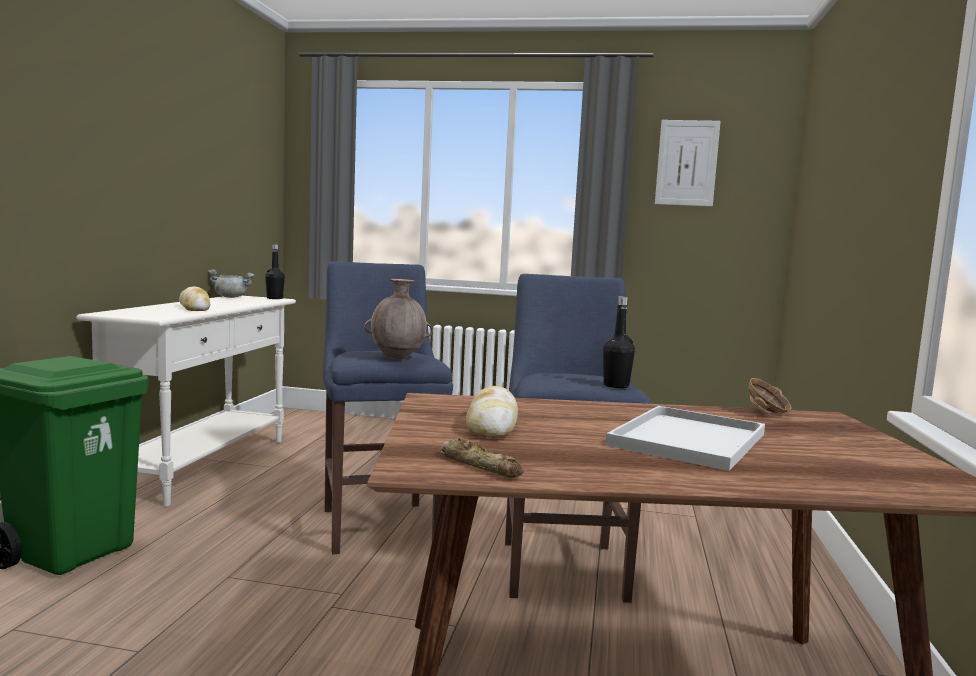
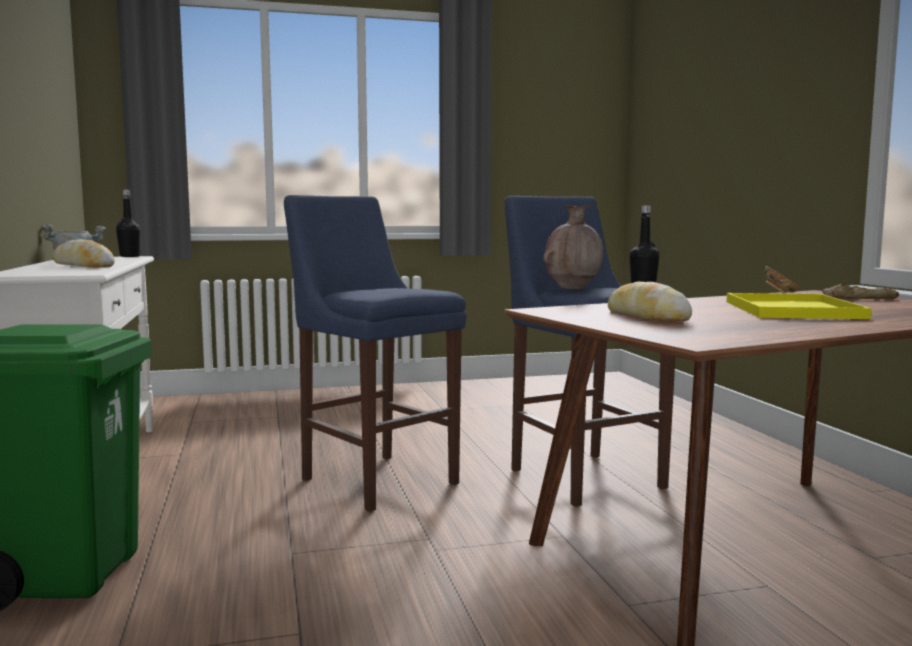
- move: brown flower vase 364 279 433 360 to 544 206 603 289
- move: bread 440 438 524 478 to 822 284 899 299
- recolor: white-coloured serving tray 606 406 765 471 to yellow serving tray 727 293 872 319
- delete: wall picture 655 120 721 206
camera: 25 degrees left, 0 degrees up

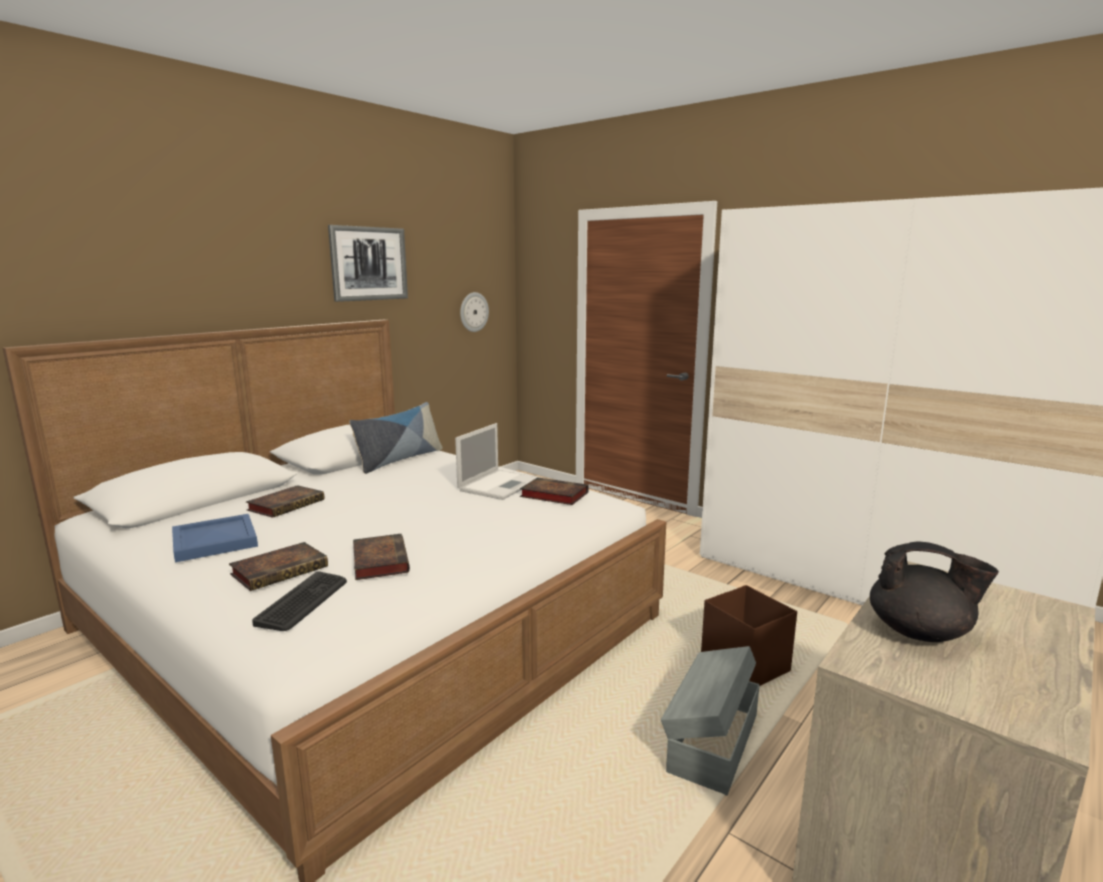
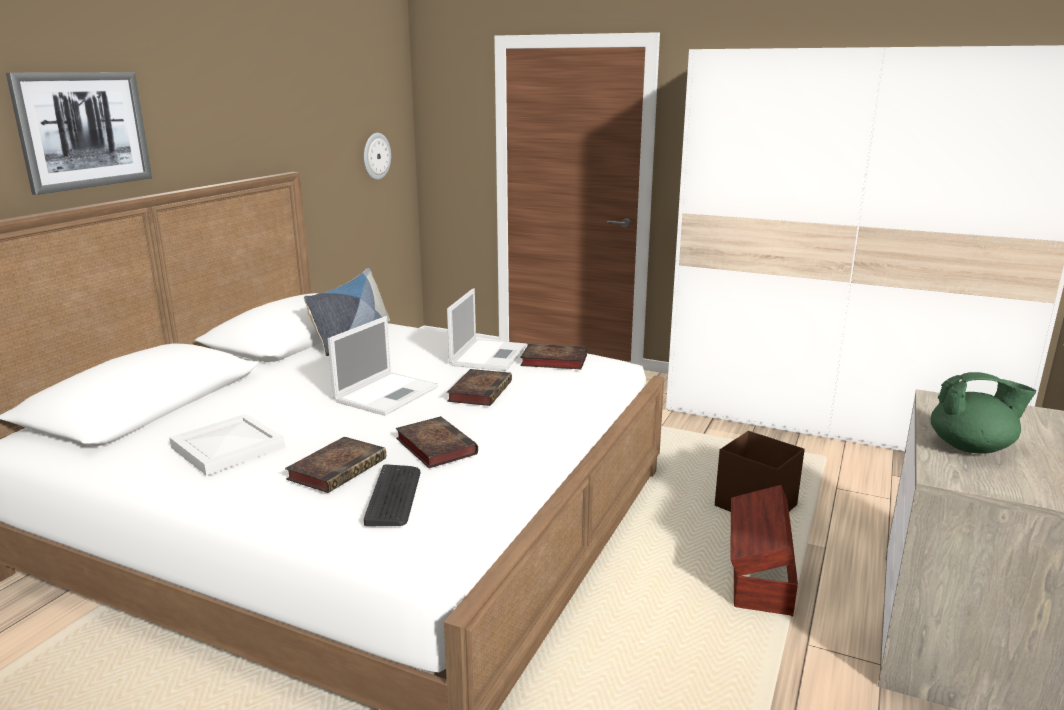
- recolor: blue serving tray 172 514 258 562 to white-coloured serving tray 169 414 285 475
- move: volume 246 485 324 518 to 447 369 512 406
- move: wall picture 328 225 408 302 to 6 72 152 195
- recolor: gray storage container 661 646 760 796 to brown storage container 731 485 798 616
- recolor: black-coloured teapot 870 541 999 642 to green teapot 931 372 1036 454
- insert: notebook computer 328 316 438 416
camera: 15 degrees left, 5 degrees up

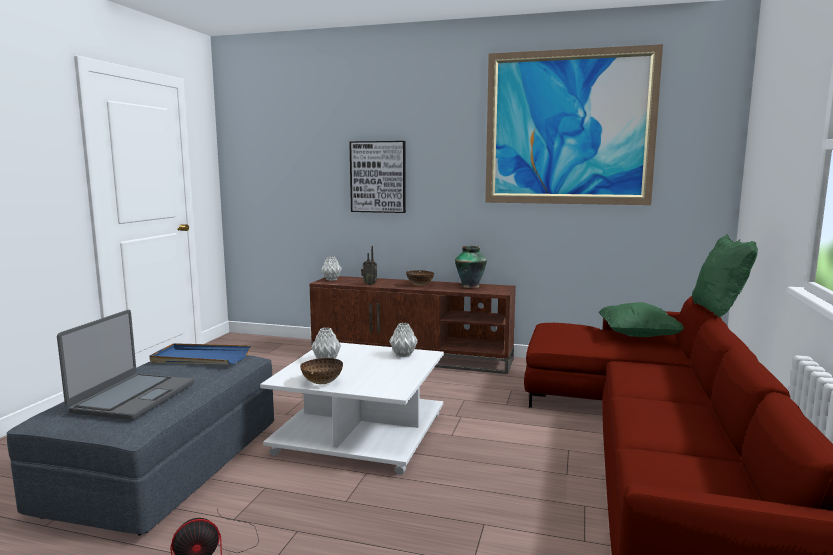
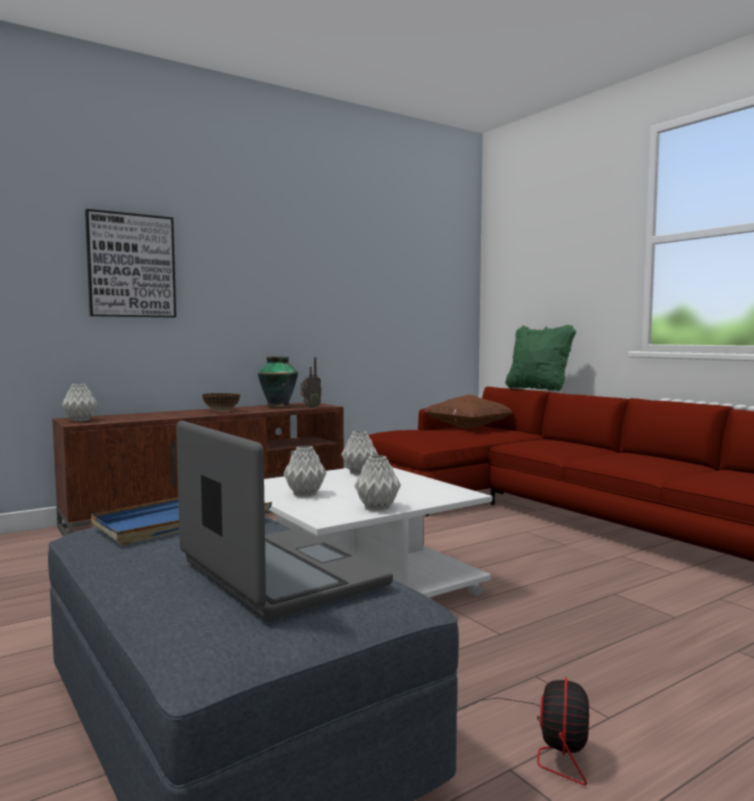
- replace: bowl 300 358 343 384 to gray flower vase 354 455 401 511
- move: radio receiver 361 246 377 285 to 301 357 322 408
- delete: wall picture 485 44 663 205
- recolor: green cushion 598 302 684 337 to brown cushion 424 395 512 429
camera: 50 degrees left, 5 degrees down

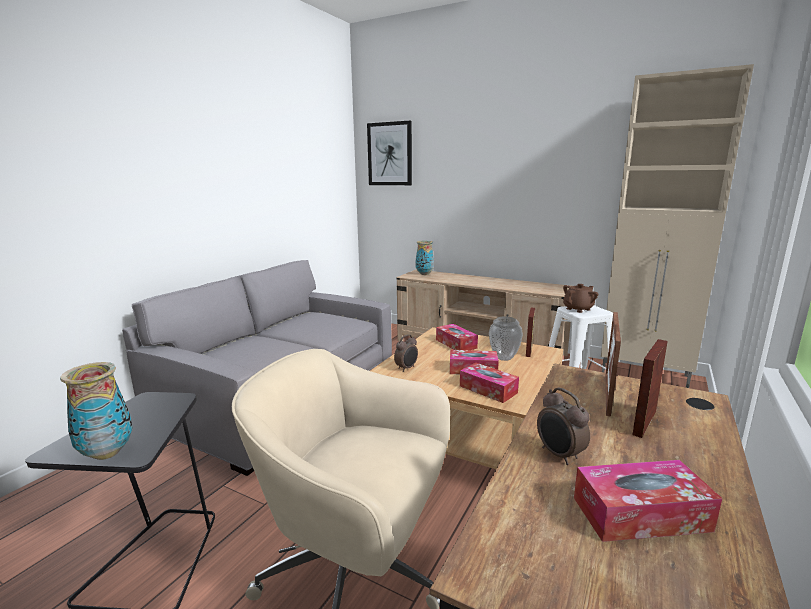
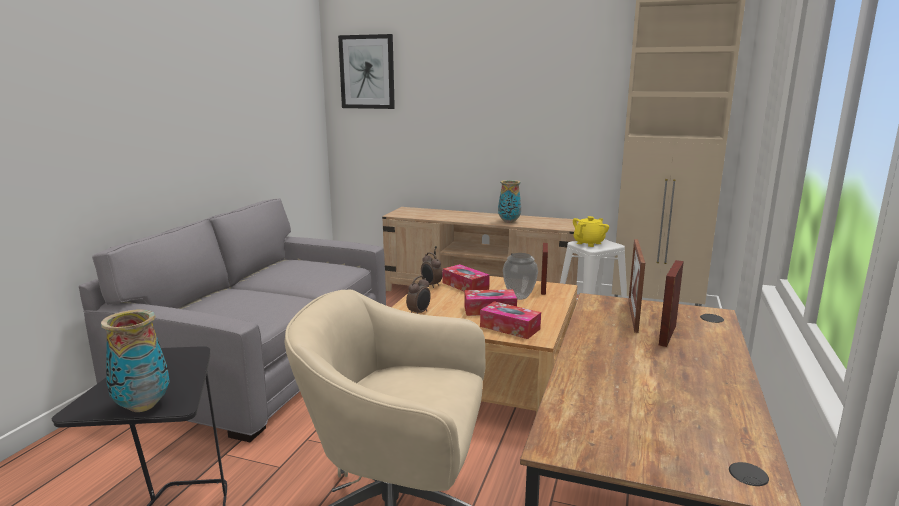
- move: flower vase 415 241 434 275 to 498 180 521 223
- move: table clock 537 387 590 465 to 421 252 443 288
- recolor: brown teapot 563 284 598 313 to yellow teapot 573 216 609 247
- delete: box of tissues 574 460 722 542
camera: 10 degrees left, 0 degrees up

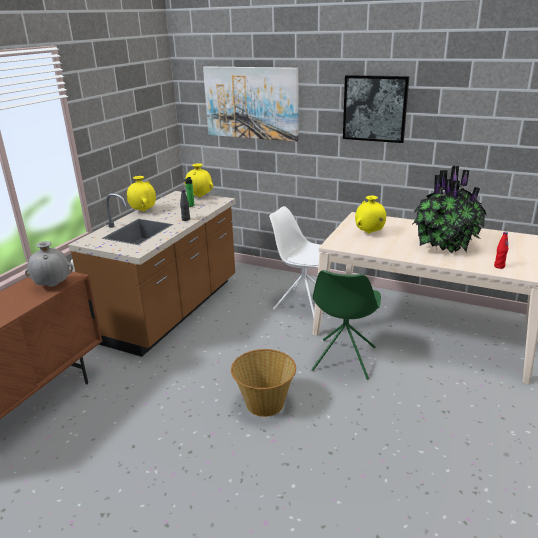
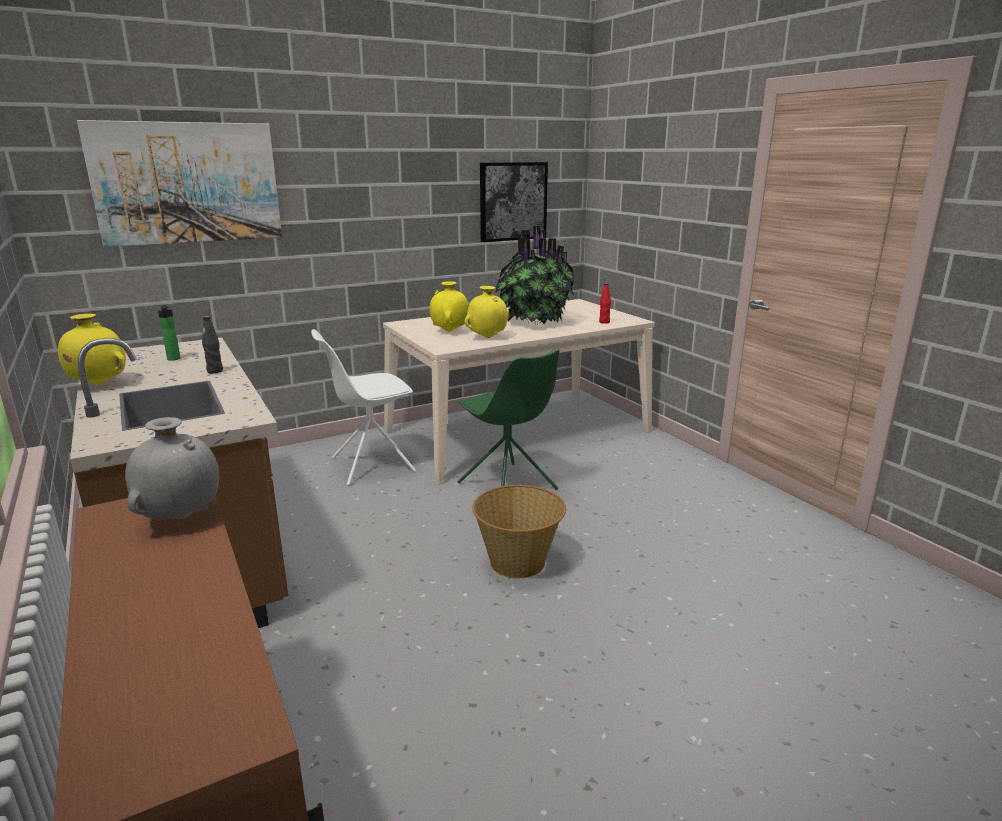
- move: yellow flower vase 185 163 213 197 to 464 286 510 338
- move: wall picture 343 75 409 143 to 480 162 548 242
camera: 55 degrees left, 5 degrees down

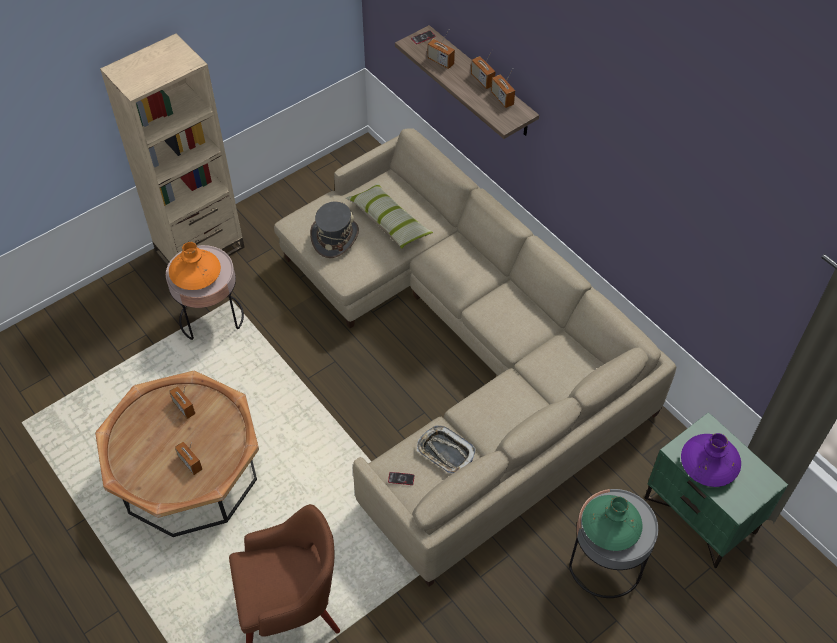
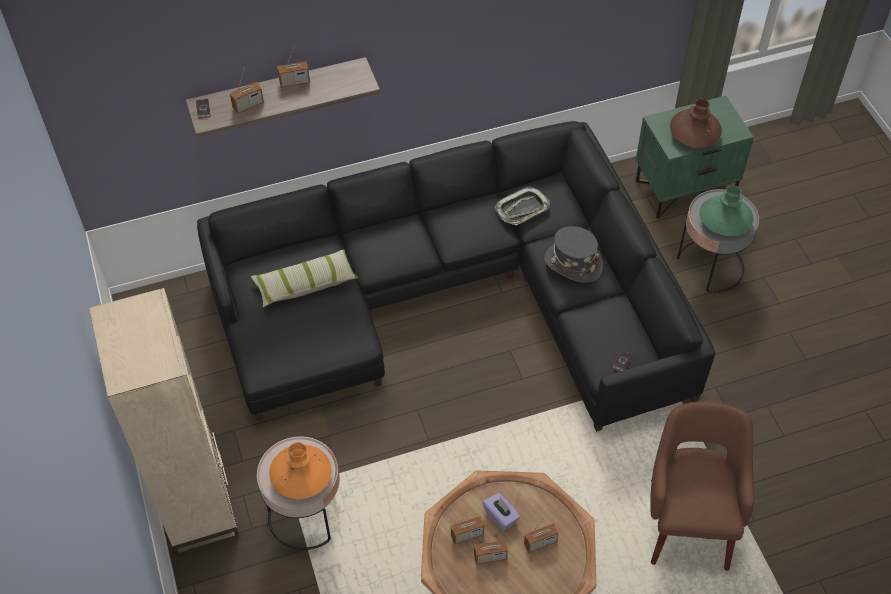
- recolor: sand-coloured settee 274 128 676 587 to black-coloured settee 197 121 715 432
- move: gray hat 310 201 359 258 to 544 226 603 283
- move: serving tray 417 426 476 474 to 495 187 550 225
- move: radio receiver 491 69 515 108 to 474 530 508 564
- recolor: purple flower vase 681 433 741 487 to brown flower vase 670 99 722 148
- insert: purple box of tissues 483 493 520 531
camera: 70 degrees left, 0 degrees up

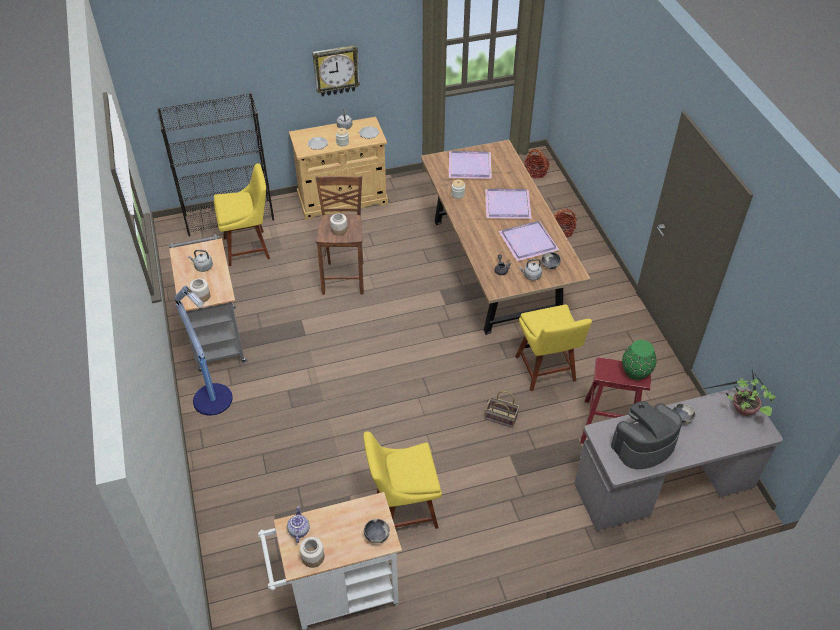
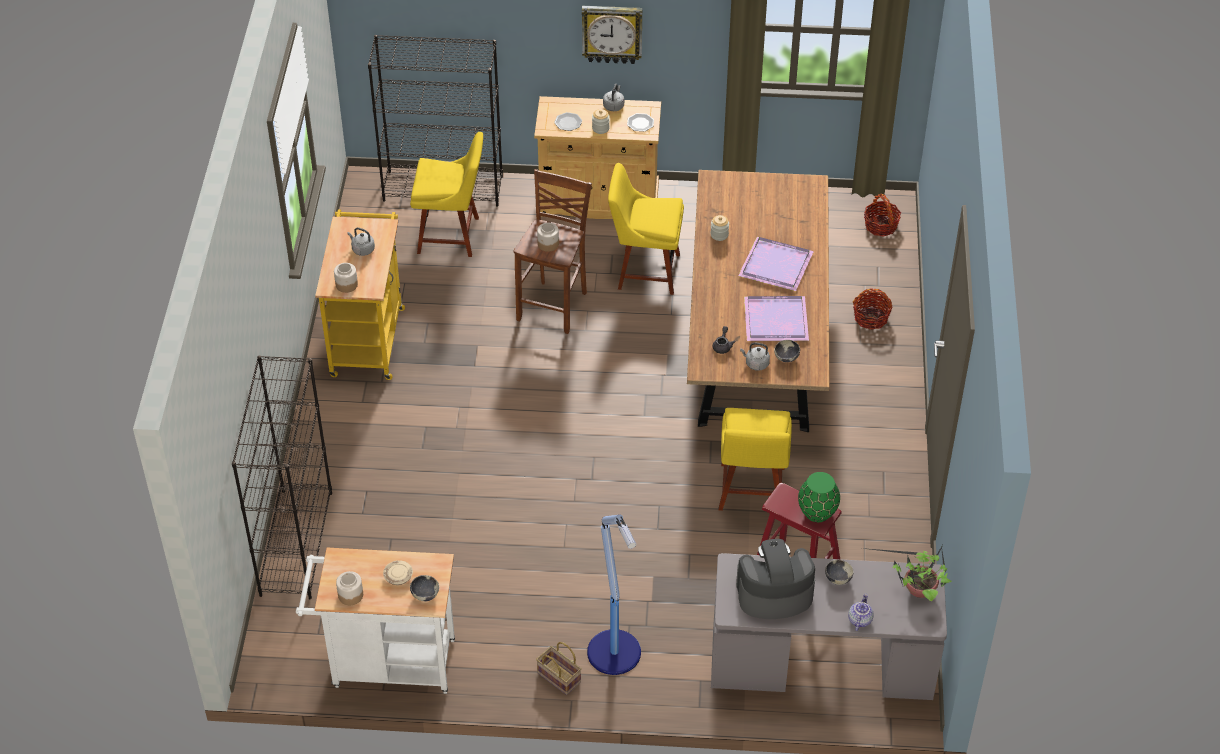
- recolor: gray wheeled cart 169 234 248 372 to yellow wheeled cart 315 210 405 380
- move: standard lamp 175 286 233 415 to 587 515 641 675
- move: teapot 287 506 310 543 to 848 593 873 631
- move: yellow chair 363 431 442 529 to 608 163 684 295
- delete: purple serving tray 449 151 492 179
- move: basket 485 391 520 428 to 536 642 582 695
- insert: black-coloured bookshelf 232 355 332 599
- insert: sand-coloured plate 383 560 413 585
camera: 20 degrees right, 0 degrees up

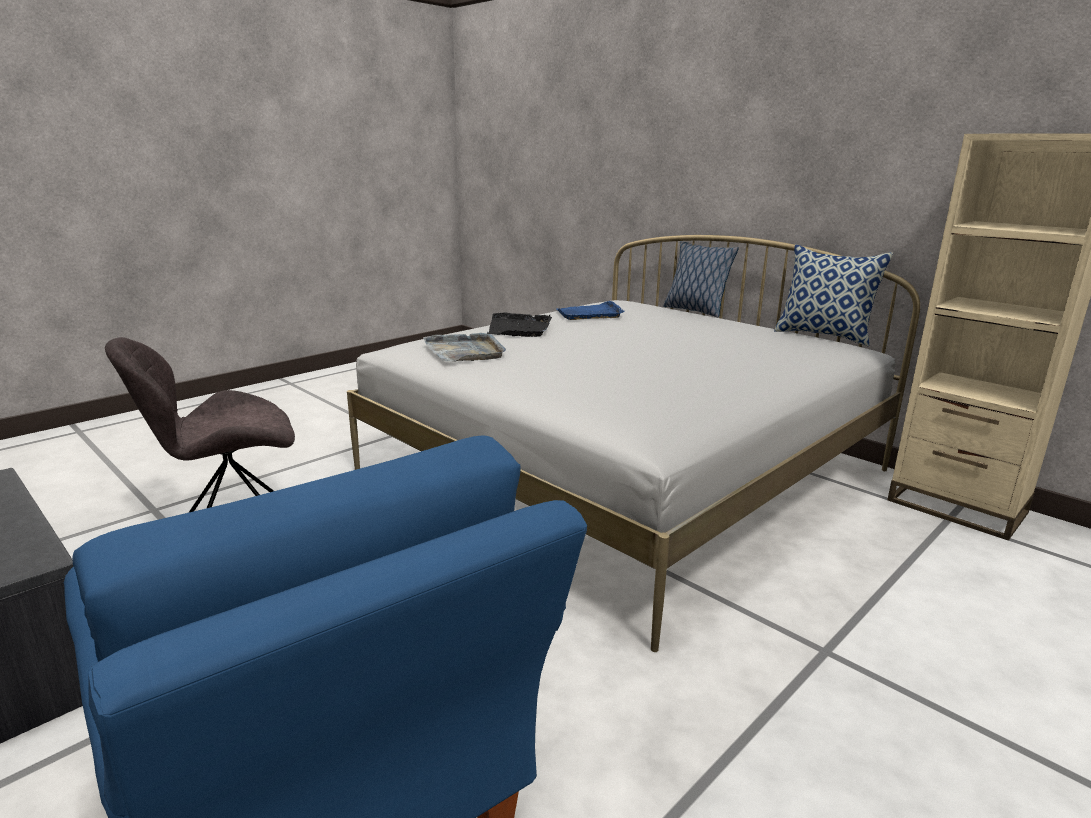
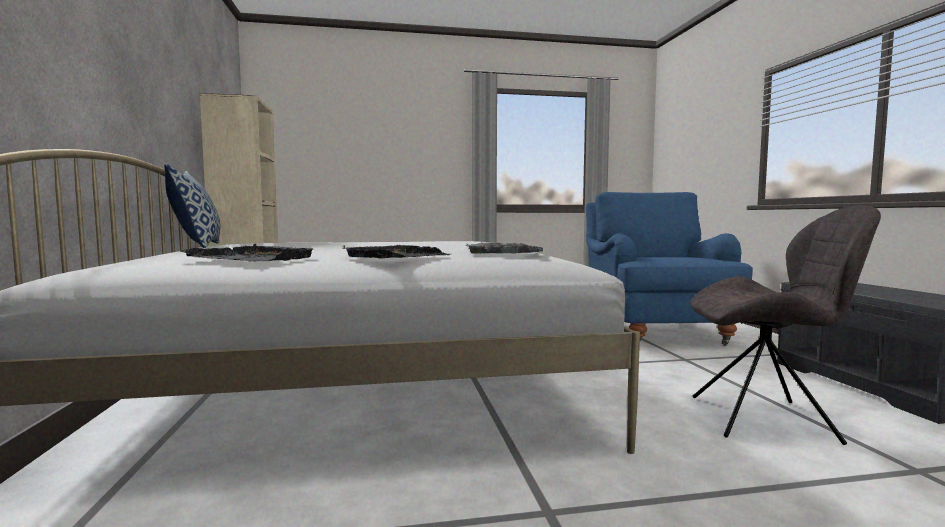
- recolor: blue serving tray 557 301 625 320 to black-coloured serving tray 181 244 313 262
- delete: cushion 663 241 739 318
camera: 145 degrees left, 15 degrees down

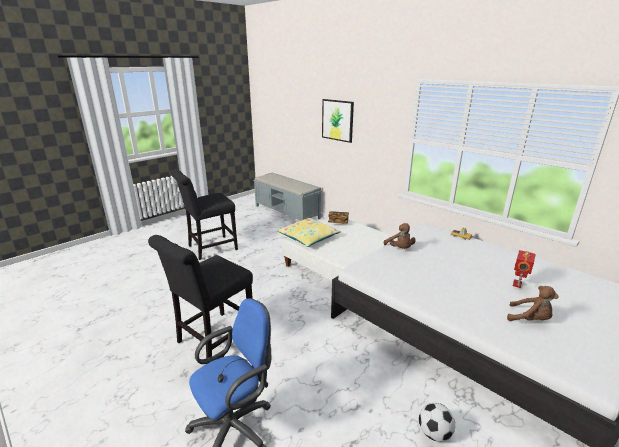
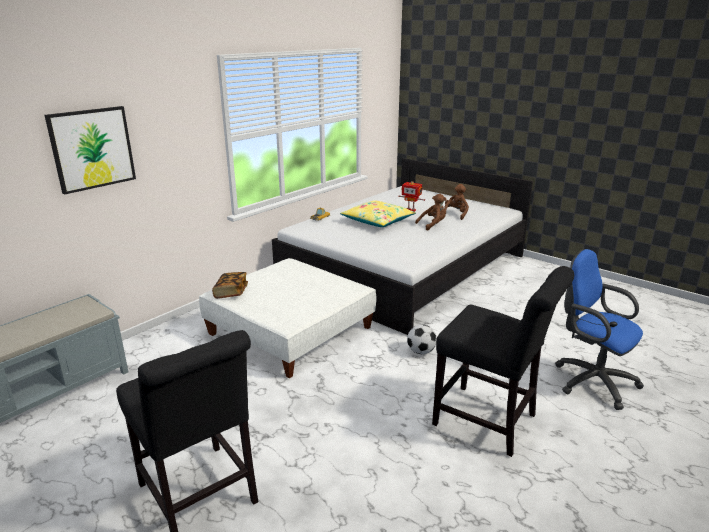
- move: yellow cushion 277 218 341 247 to 340 200 416 227
- move: brown soft toy 384 223 416 249 to 415 194 446 230
- move: football ball 419 403 455 442 to 407 324 437 354
camera: 95 degrees left, 0 degrees up

